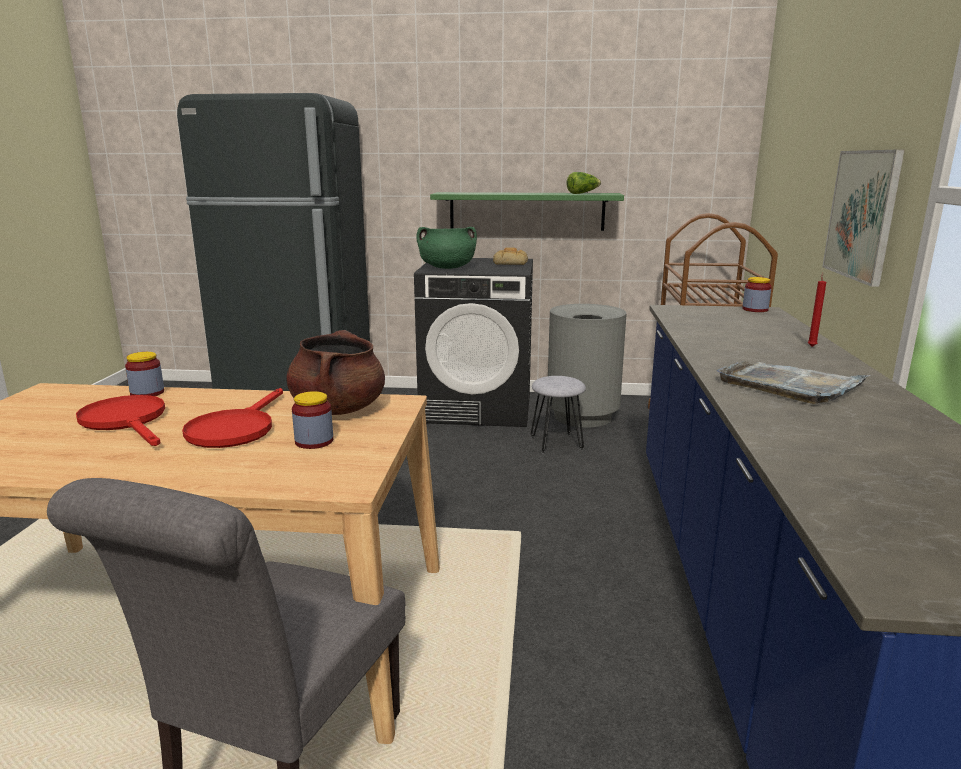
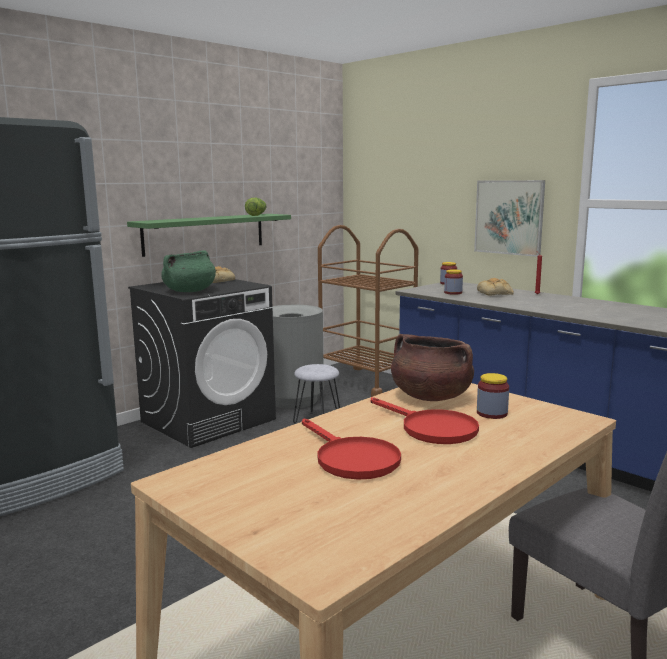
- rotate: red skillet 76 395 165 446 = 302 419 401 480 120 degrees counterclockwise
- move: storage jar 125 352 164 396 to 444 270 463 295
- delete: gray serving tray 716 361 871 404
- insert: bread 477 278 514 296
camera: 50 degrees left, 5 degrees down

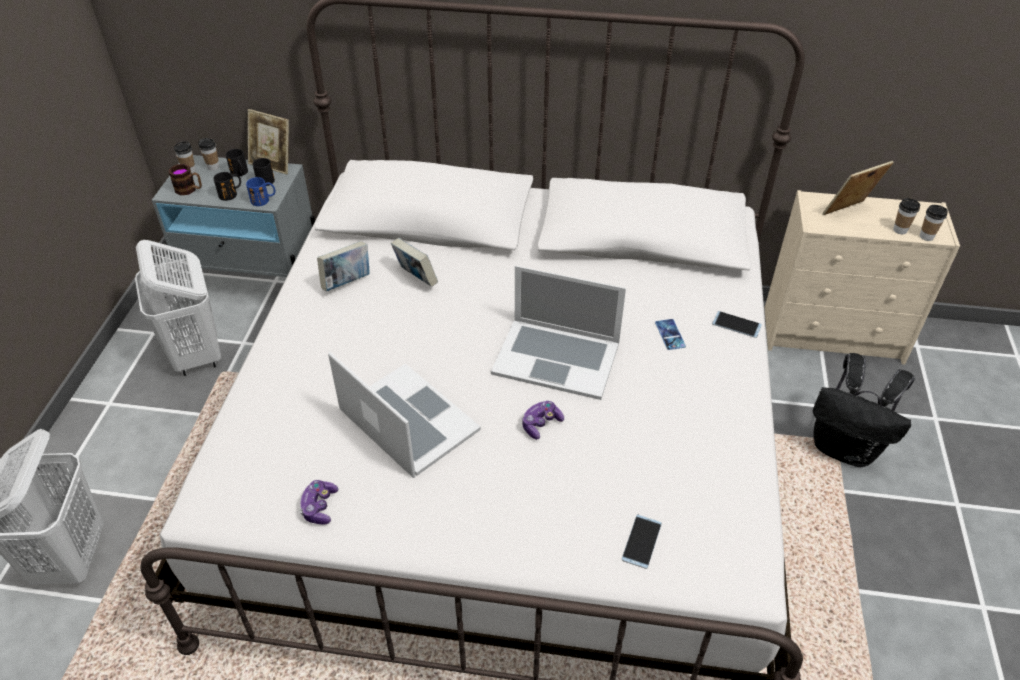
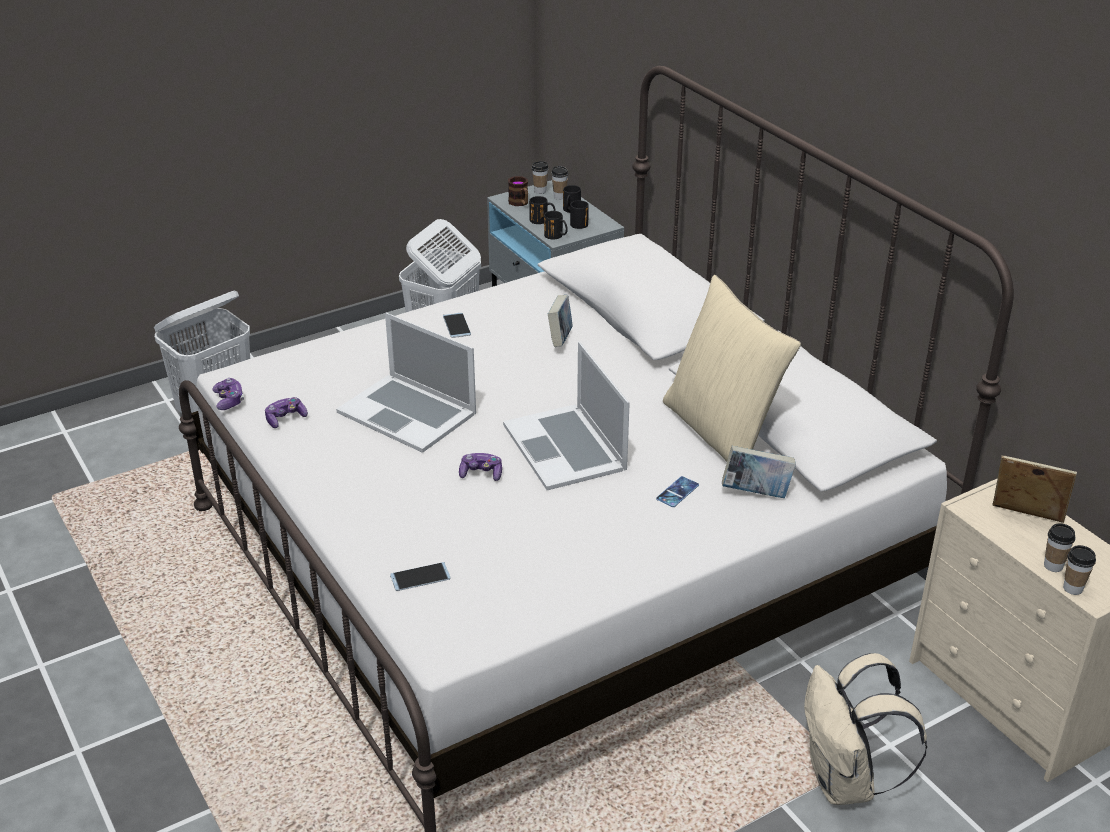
- recolor: blue coffee mug 246 177 275 206 to black-coloured coffee mug 544 211 568 240
- delete: standing frame 248 109 289 174
- move: volume 317 241 370 291 to 722 446 796 498
- rotate: notebook computer 328 352 481 478 = 336 313 476 453 120 degrees clockwise
- move: phone 712 311 762 338 to 443 313 471 338
- recolor: black-coloured rucksack 813 353 915 467 to sand-coloured rucksack 804 653 927 805
- insert: gamepad 212 378 244 410
- insert: sand-coloured cushion 663 275 801 462
camera: 50 degrees right, 10 degrees down

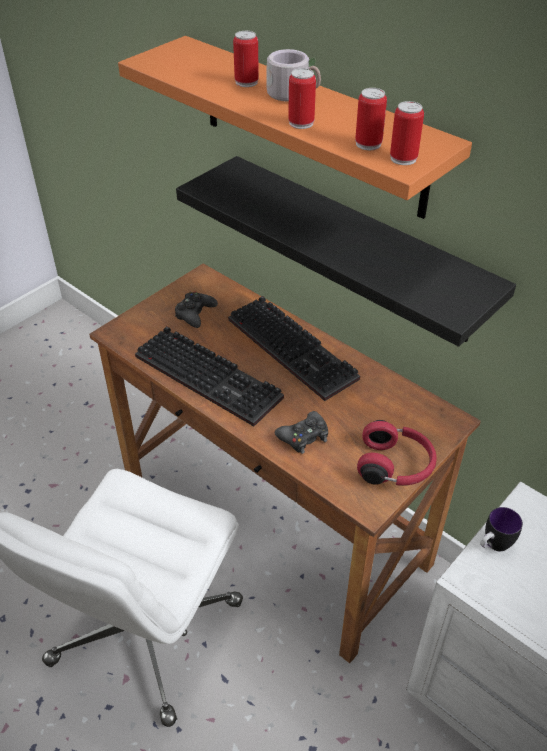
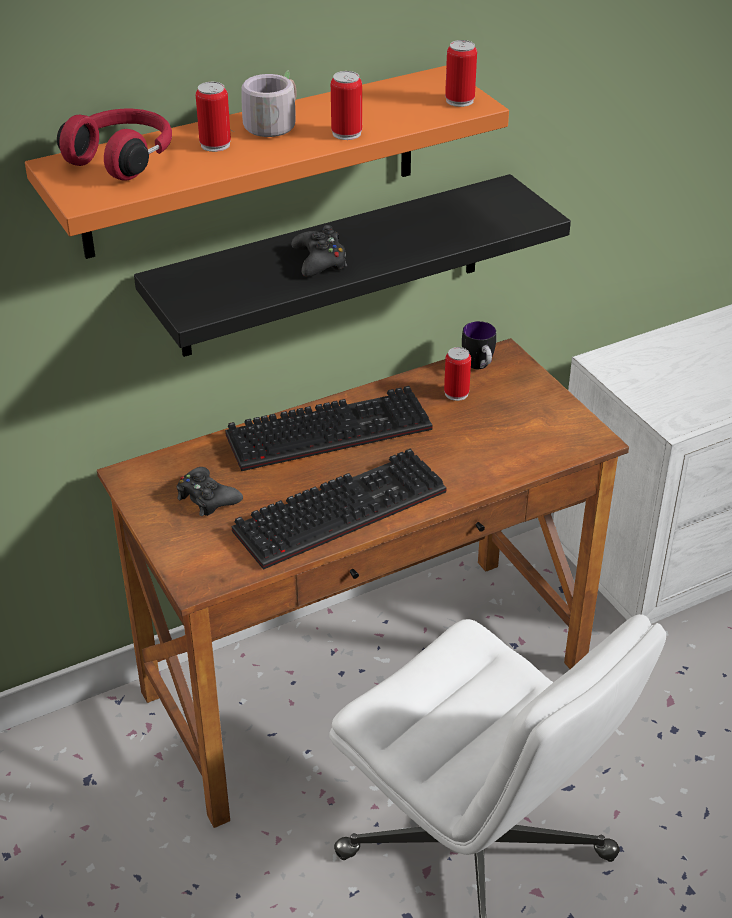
- move: black-coloured gamepad 275 411 328 454 to 291 225 347 277
- move: sealed can 355 88 387 150 to 444 347 471 401
- move: red headset 357 420 437 486 to 57 109 172 181
- move: coffee mug 480 507 523 551 to 462 321 496 369
camera: 70 degrees left, 5 degrees down

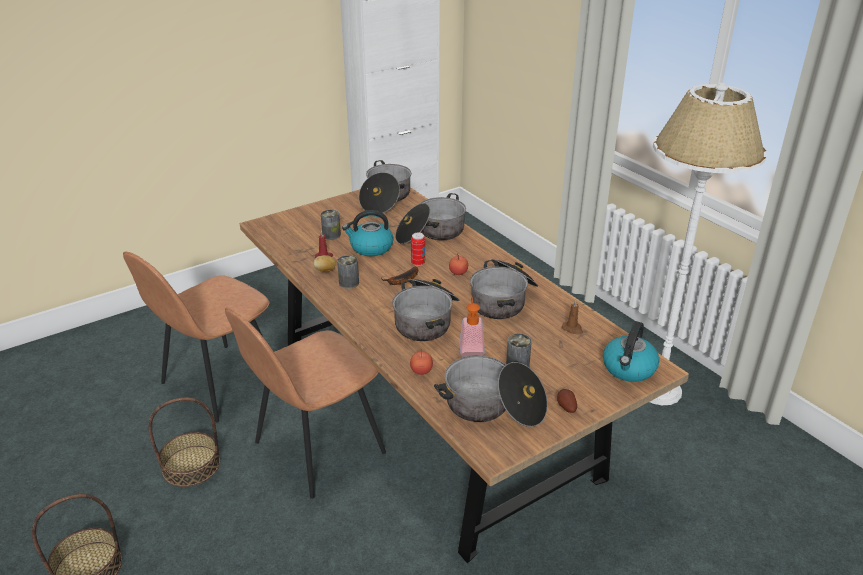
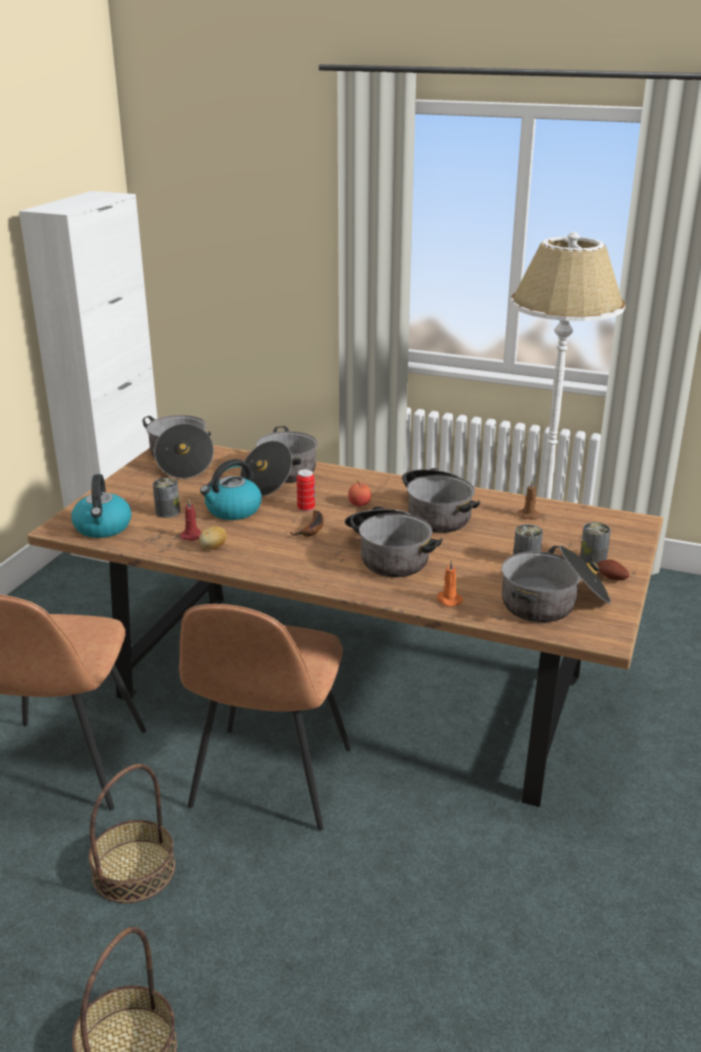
- move: sealed can 337 255 359 289 to 580 522 611 564
- replace: apple 410 349 433 375 to orange-coloured candle 437 560 463 607
- delete: soap bottle 459 295 485 357
- move: kettle 603 321 659 382 to 71 474 131 538
camera: 35 degrees left, 5 degrees down

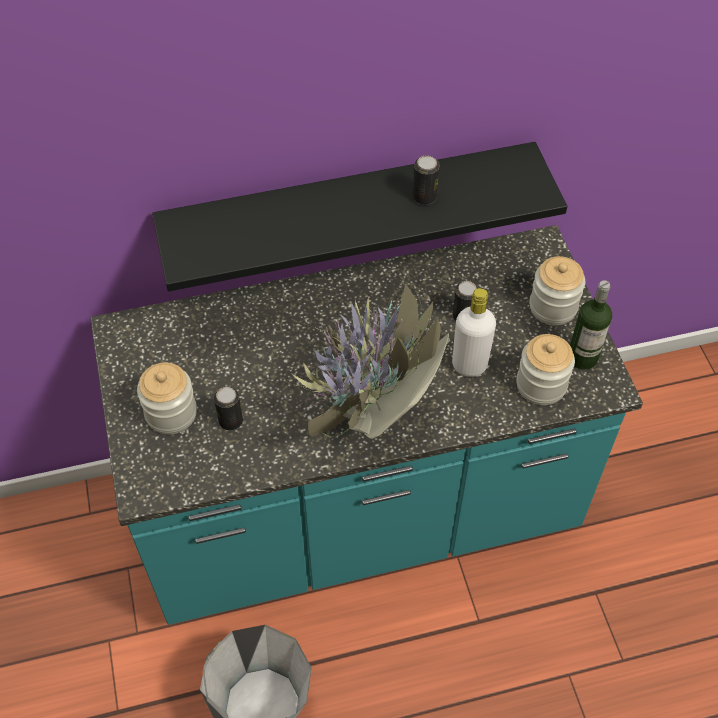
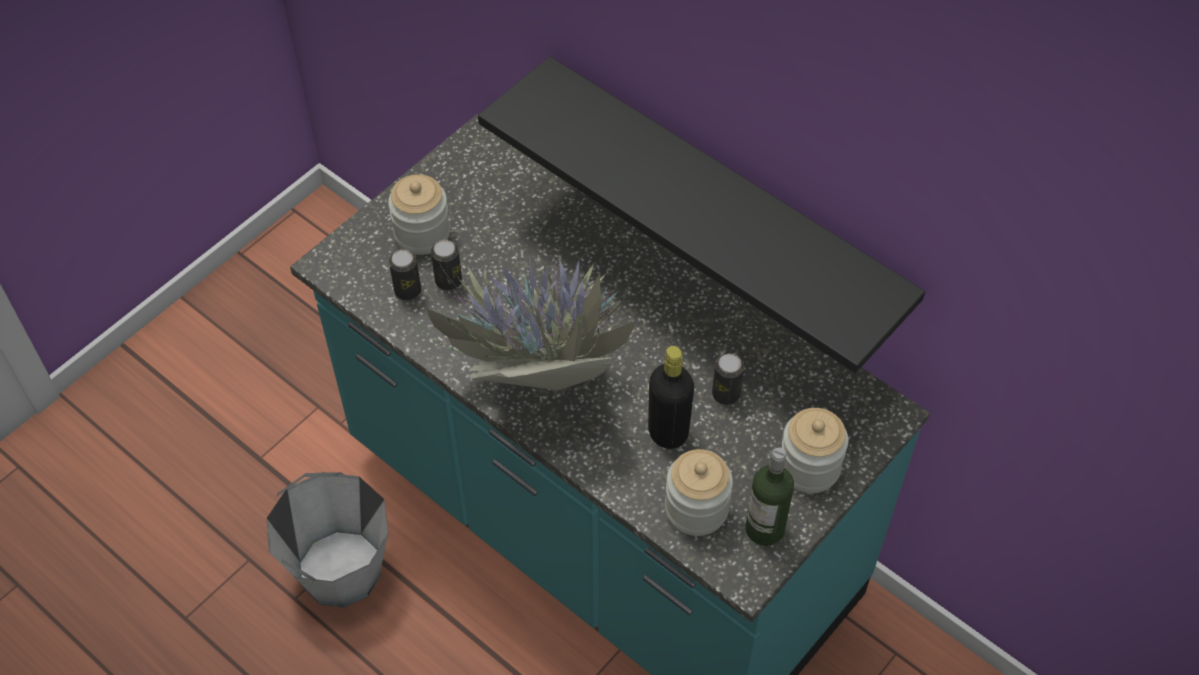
- move: sealed can 412 155 439 205 to 389 250 421 300
- recolor: white-coloured bottle 452 288 496 377 to black-coloured bottle 648 346 694 449
camera: 55 degrees right, 0 degrees up

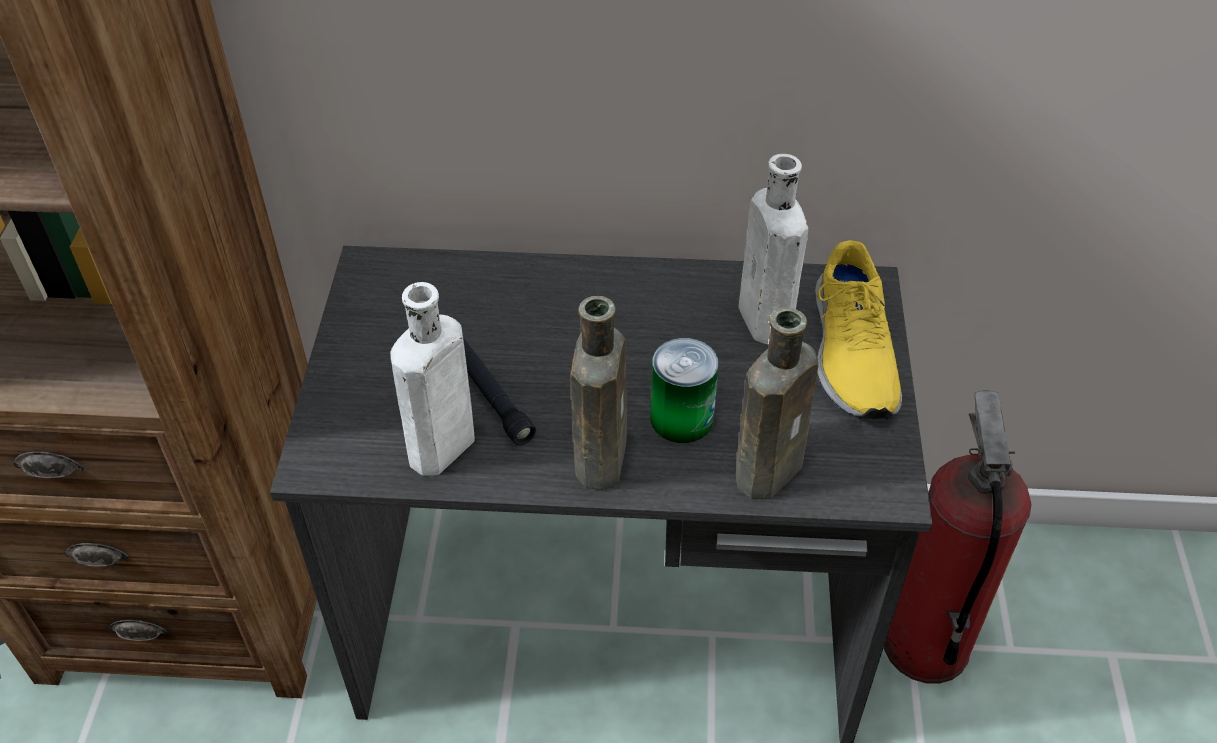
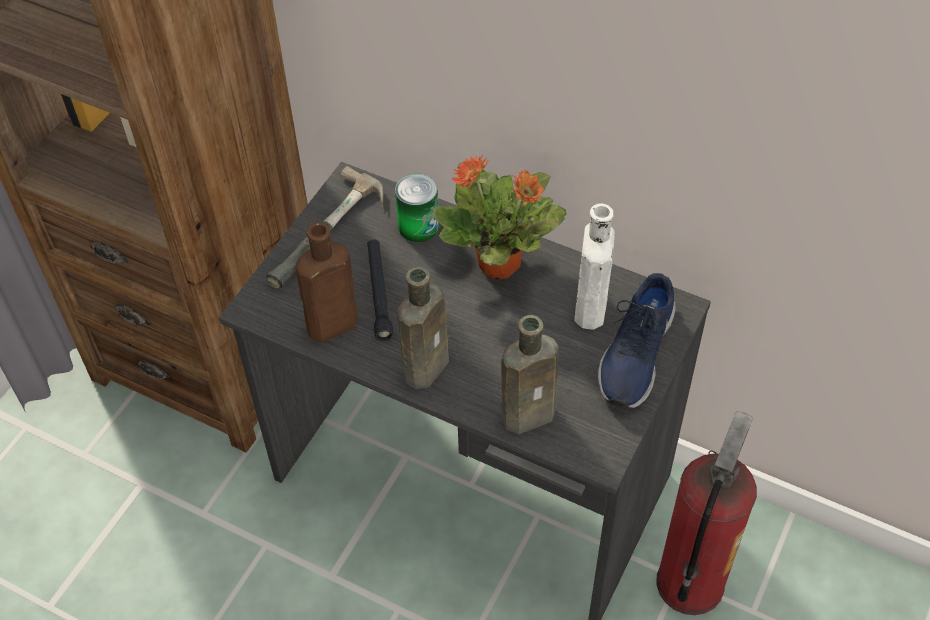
- recolor: white-coloured bottle 390 282 475 476 to brown bottle 295 222 358 343
- move: sealed can 651 338 719 443 to 395 173 439 242
- recolor: yellow item of footwear 815 240 902 420 to blue item of footwear 598 273 676 409
- insert: tool hammer 266 166 384 289
- insert: potted plant 433 155 567 280
camera: 25 degrees right, 5 degrees up

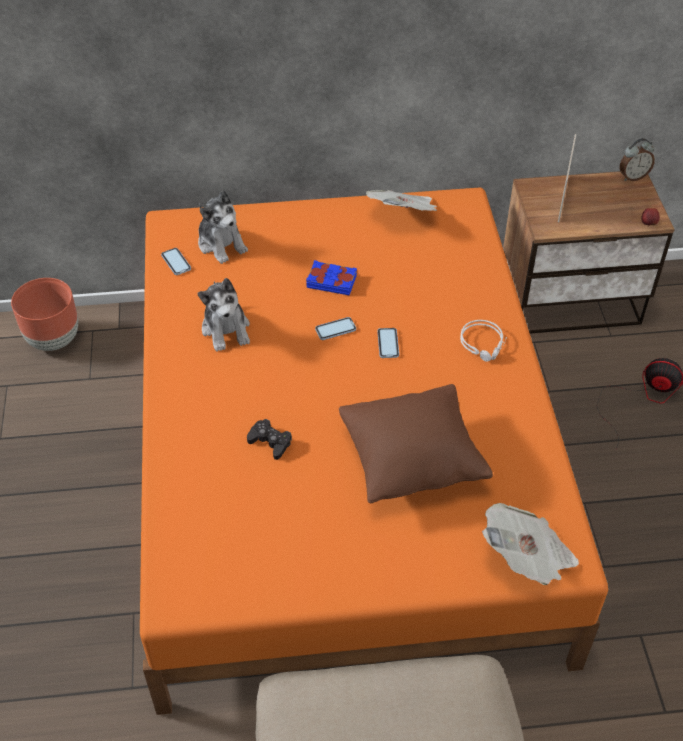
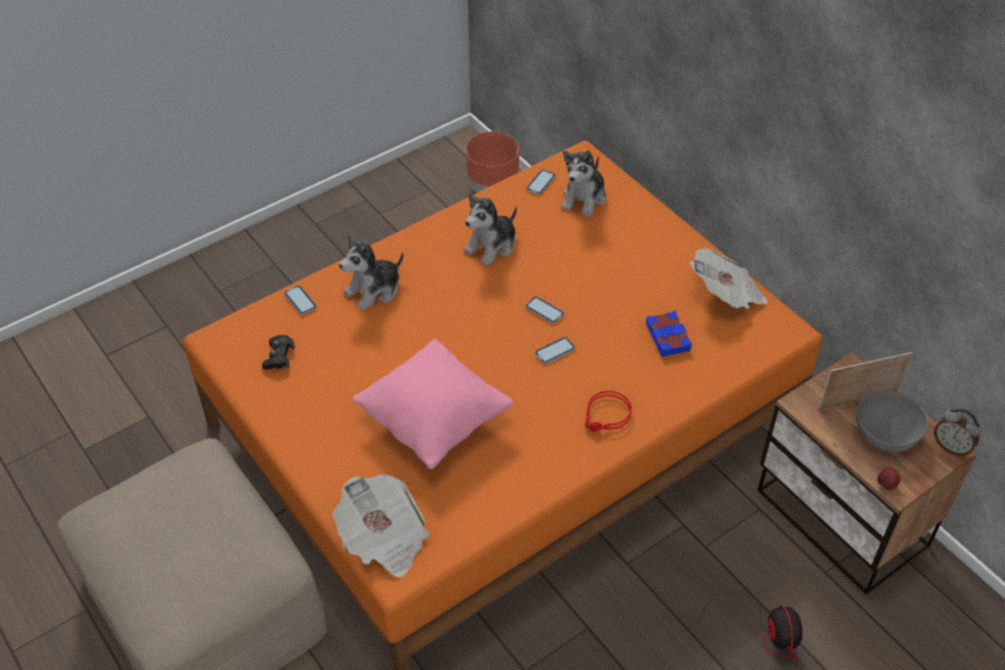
- move: black-coloured gamepad 247 419 292 460 to 262 335 295 370
- move: blue volume 306 260 357 295 to 646 311 692 357
- recolor: brown cushion 339 384 493 503 to pinkish cushion 352 339 514 469
- recolor: gray headset 460 320 507 362 to red headset 585 391 632 432
- insert: phone 284 285 317 315
- insert: soft toy 339 235 404 311
- insert: gray bowl 856 391 929 452
camera: 60 degrees right, 0 degrees up

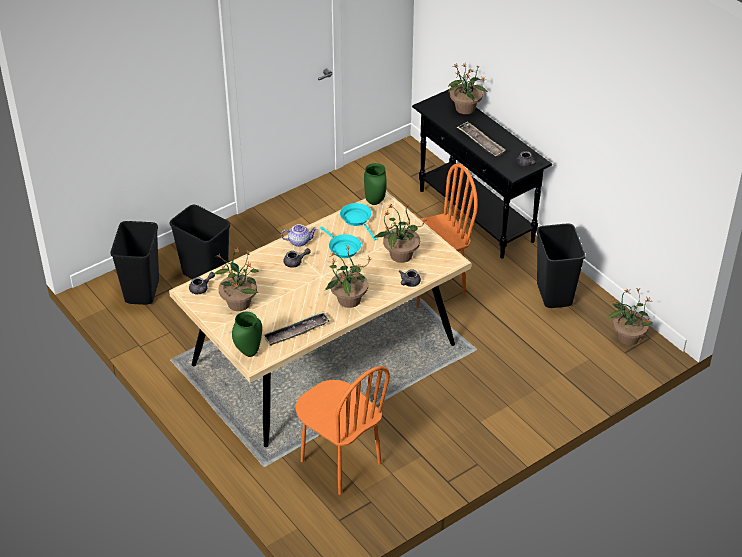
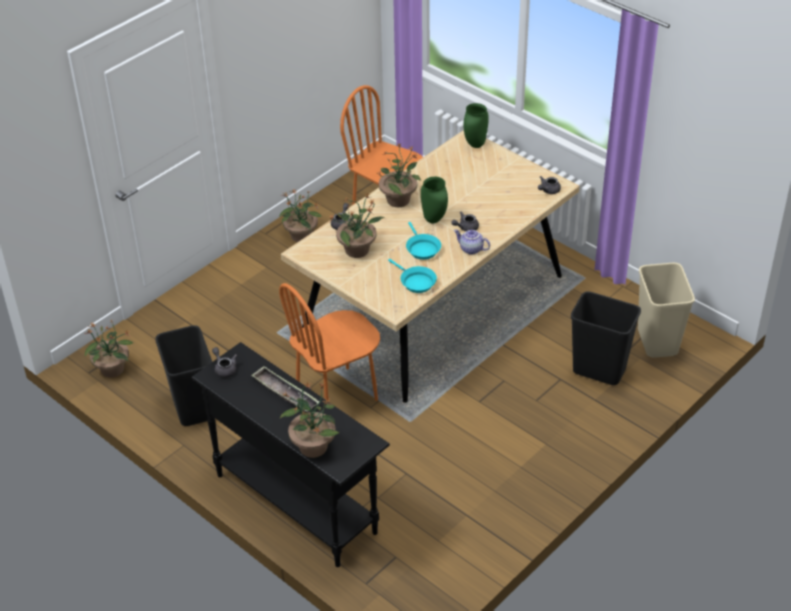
- recolor: black-coloured rubbish bin 111 221 159 305 to sand-coloured rubbish bin 638 263 695 358
- move: potted plant 214 248 259 311 to 280 189 323 242
- delete: serving tray 263 312 330 346
- rotate: teapot 281 224 317 247 = 454 229 490 255 45 degrees clockwise
- rotate: blue-green skillet 320 226 361 258 = 406 222 441 260 150 degrees counterclockwise
- move: green flower vase 364 163 387 205 to 421 177 448 223
camera: 170 degrees right, 0 degrees up

